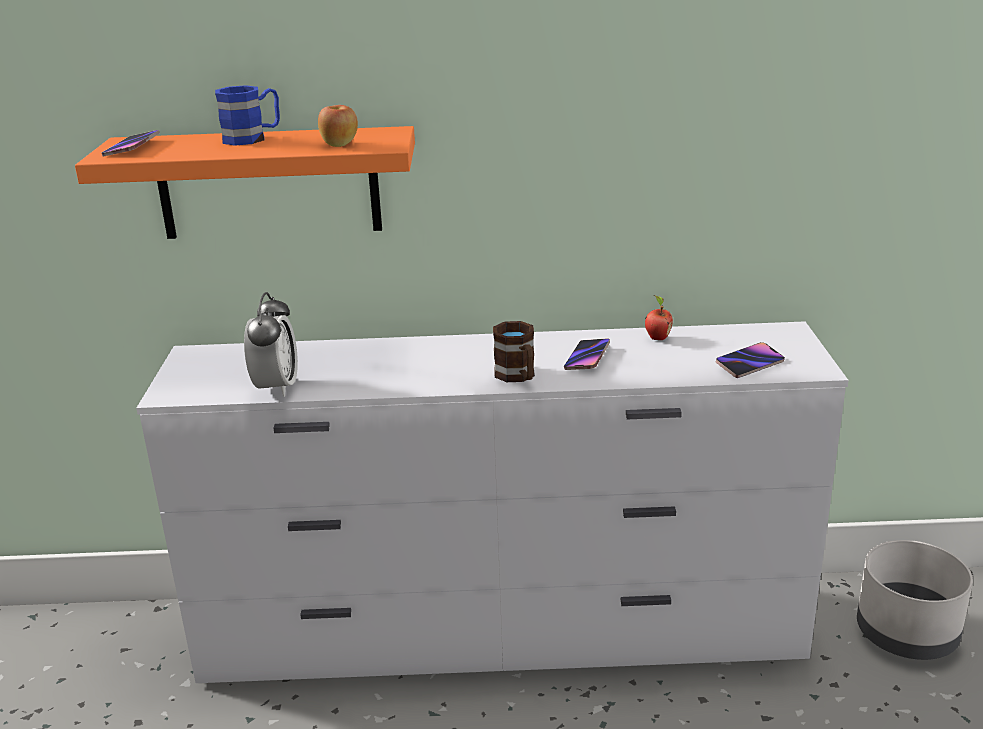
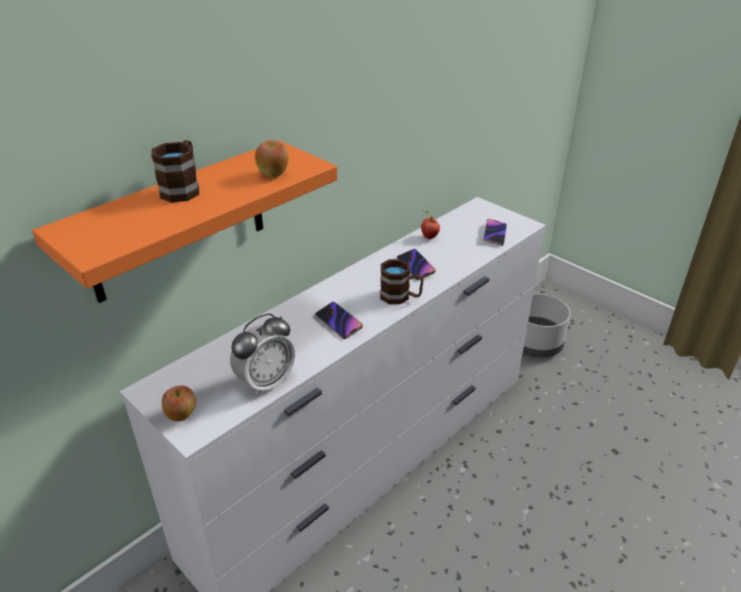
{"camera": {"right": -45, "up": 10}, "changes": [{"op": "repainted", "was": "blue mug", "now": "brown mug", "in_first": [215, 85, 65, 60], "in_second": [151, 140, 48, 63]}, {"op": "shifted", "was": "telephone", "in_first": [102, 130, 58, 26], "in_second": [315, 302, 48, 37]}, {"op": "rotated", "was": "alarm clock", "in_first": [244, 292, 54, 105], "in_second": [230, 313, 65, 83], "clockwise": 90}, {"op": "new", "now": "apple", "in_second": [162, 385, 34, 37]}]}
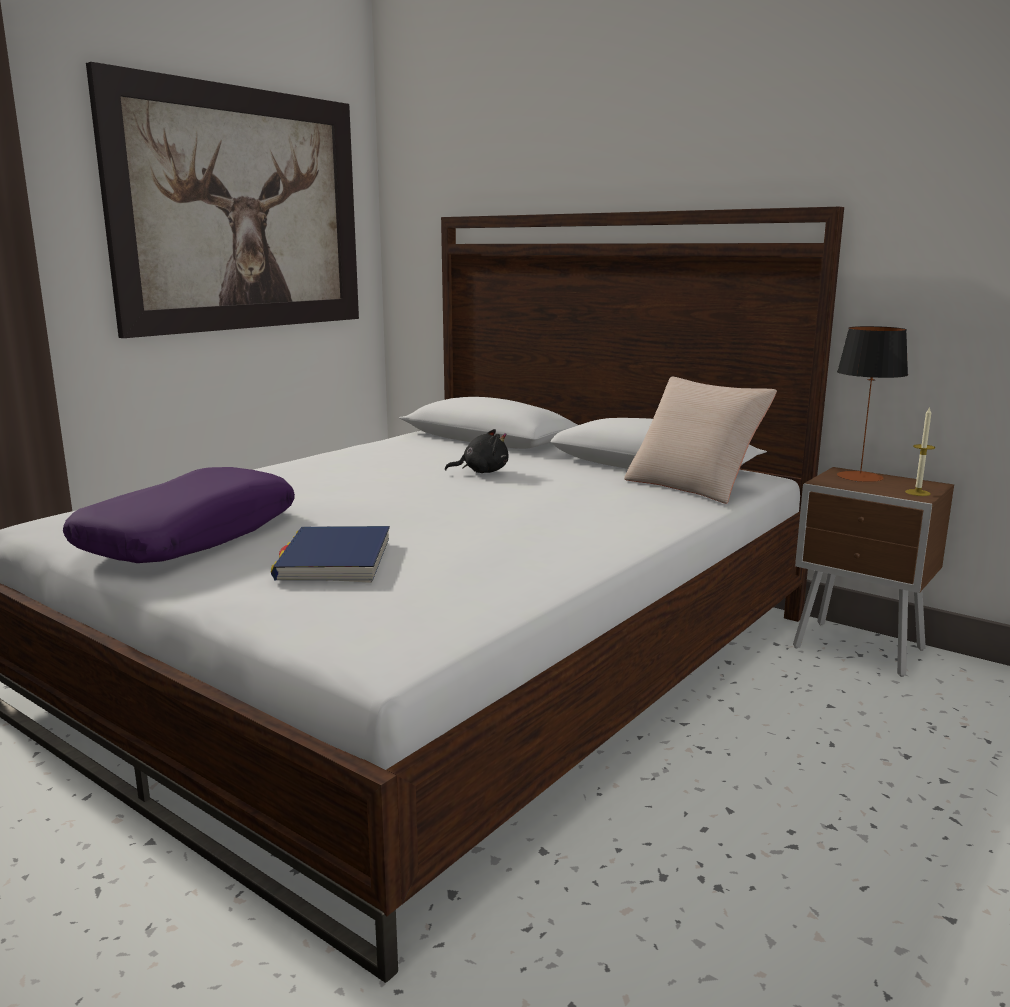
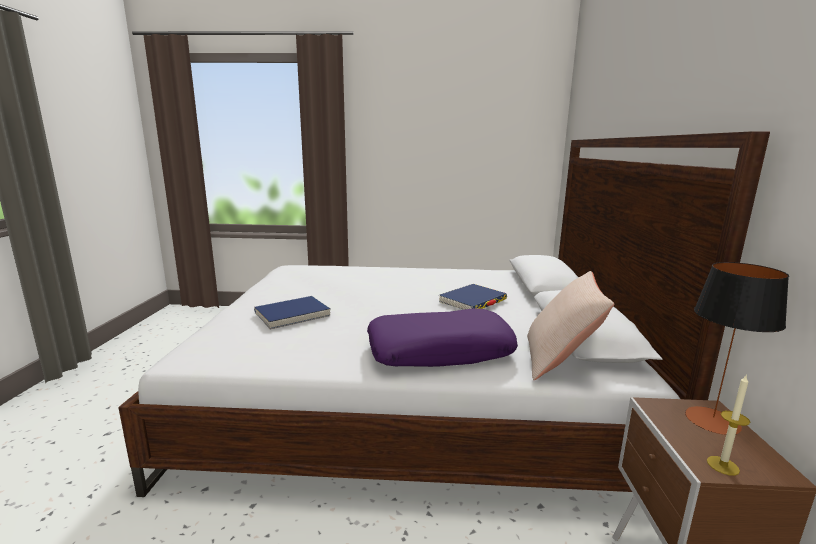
{"camera": {"right": 55, "up": 0}, "changes": [{"op": "gone", "was": "wall picture", "in_first": [86, 62, 273, 276]}, {"op": "swapped", "was": "black-coloured plush toy", "now": "blue book", "in_first": [445, 429, 64, 44], "in_second": [439, 284, 68, 26]}, {"op": "shifted", "was": "purplish pillow", "in_first": [63, 467, 232, 96], "in_second": [367, 308, 151, 59]}]}
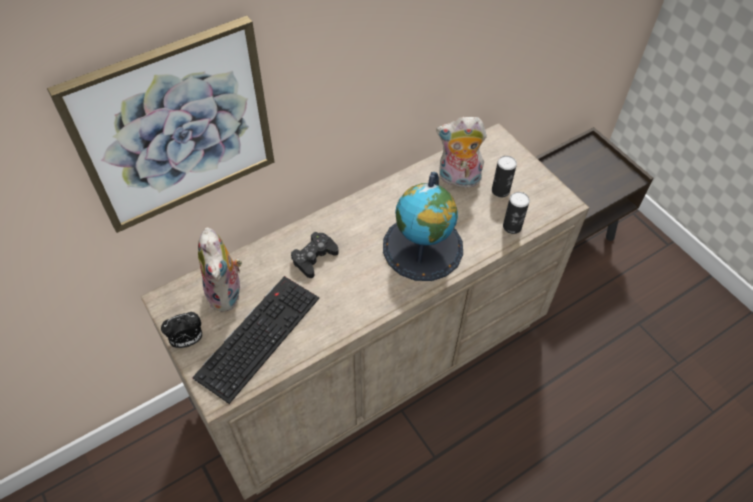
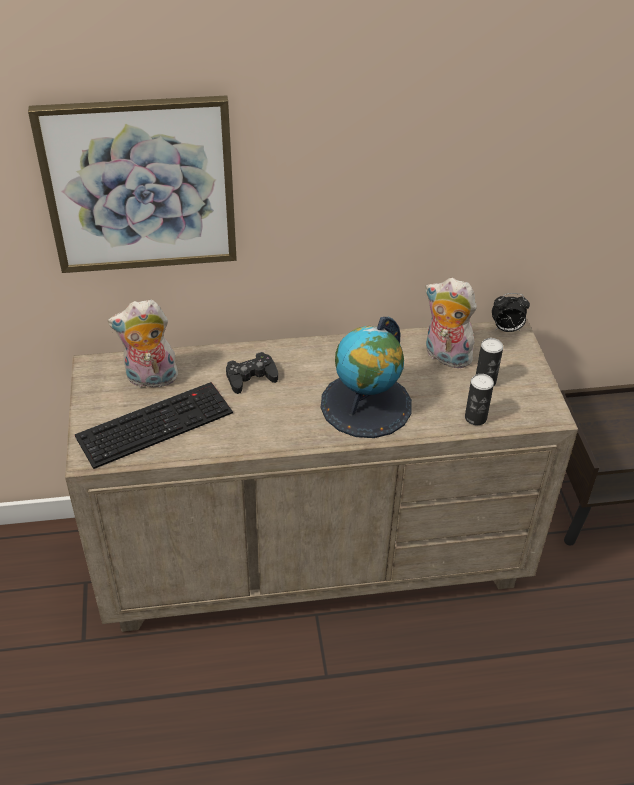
{"camera": {"right": 25, "up": -10}, "changes": [{"op": "rotated", "was": "plush toy", "in_first": [198, 228, 44, 84], "in_second": [108, 300, 70, 87], "clockwise": 75}, {"op": "shifted", "was": "alarm clock", "in_first": [161, 312, 41, 36], "in_second": [492, 293, 38, 39]}]}
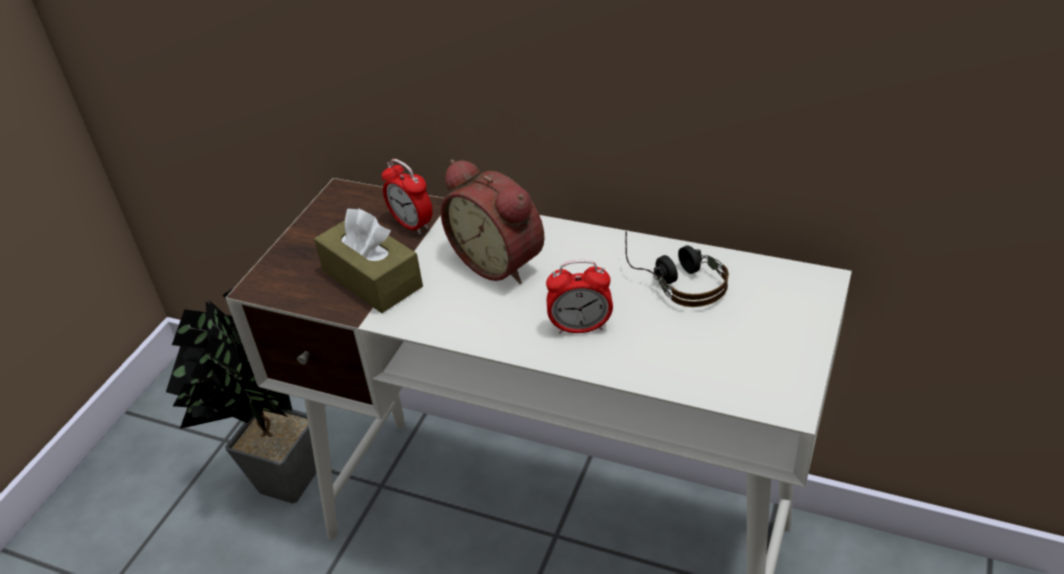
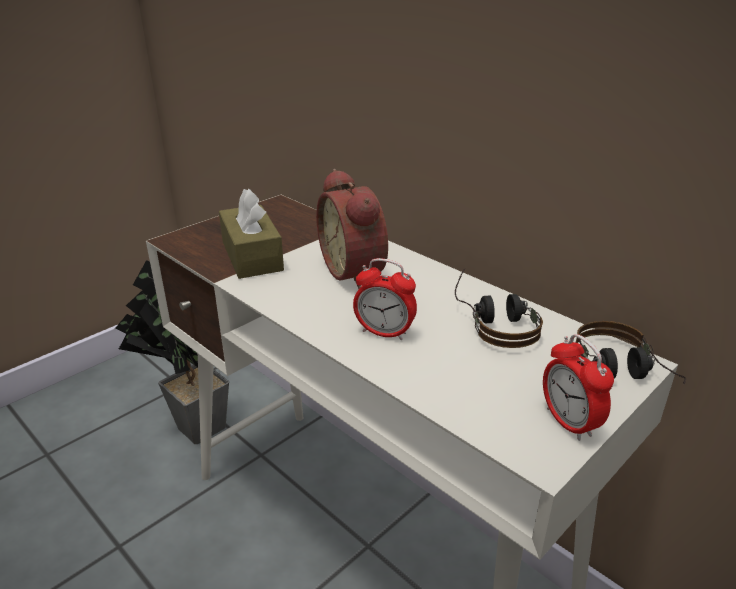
{"camera": {"right": 20, "up": -10}, "changes": [{"op": "shifted", "was": "alarm clock", "in_first": [381, 159, 52, 75], "in_second": [543, 334, 71, 107]}, {"op": "new", "now": "pair of headphones", "in_second": [575, 321, 111, 63]}]}
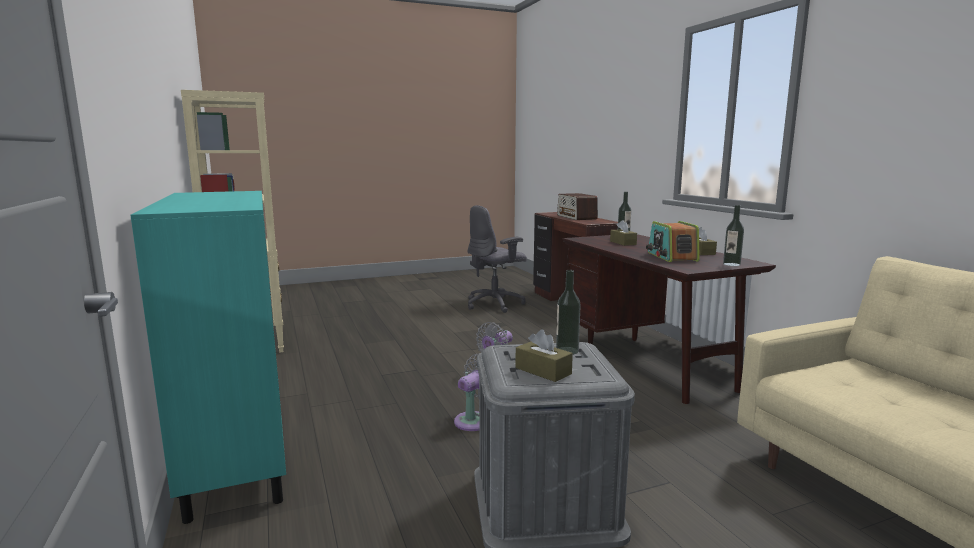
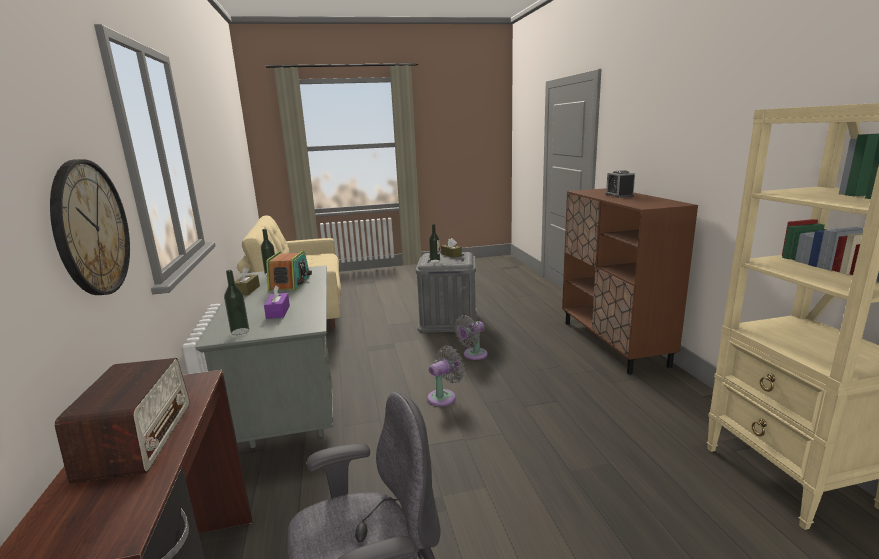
{"camera": {"right": -170, "up": 5}, "changes": [{"op": "repainted", "was": "turquoise cupboard", "now": "brown cupboard", "in_first": [130, 191, 156, 333], "in_second": [562, 188, 136, 186]}, {"op": "repainted", "was": "brown tissue box", "now": "purplish tissue box", "in_first": [610, 220, 27, 26], "in_second": [264, 286, 26, 33]}, {"op": "repainted", "was": "brown desk table", "now": "greyish desk table", "in_first": [563, 234, 213, 170], "in_second": [195, 265, 138, 183]}, {"op": "new", "now": "wall clock", "in_second": [50, 159, 80, 136]}, {"op": "new", "now": "alarm clock", "in_second": [605, 170, 30, 28]}]}
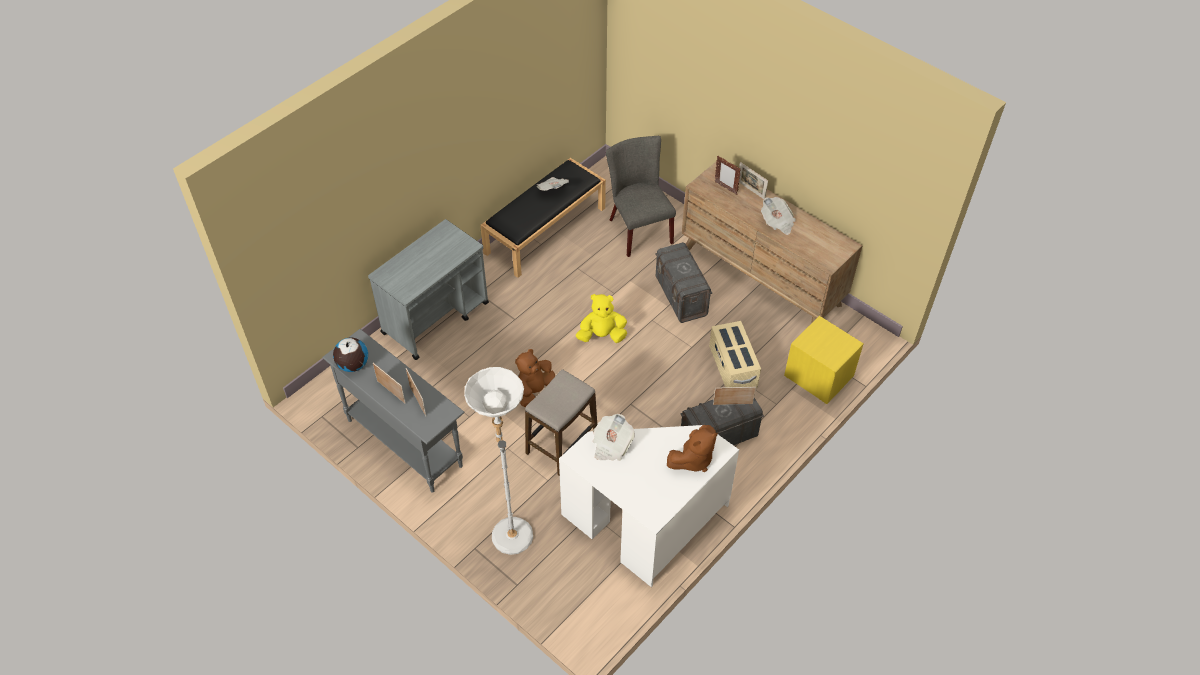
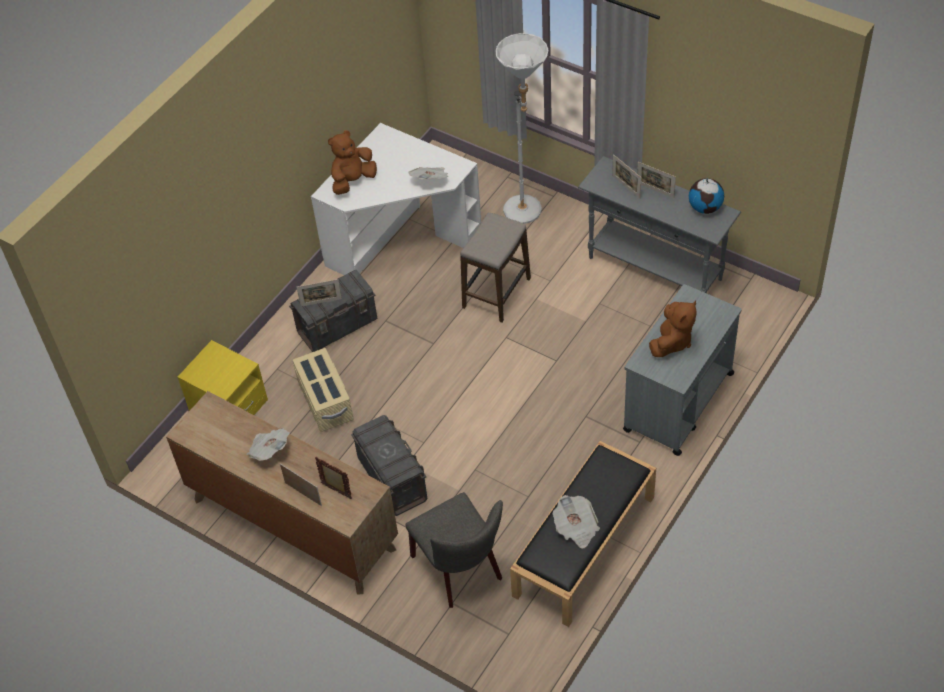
{"camera": {"right": 175, "up": 0}, "changes": [{"op": "gone", "was": "yellow-coloured plush toy", "in_first": [576, 294, 51, 49]}, {"op": "shifted", "was": "brown plush toy", "in_first": [515, 349, 40, 58], "in_second": [649, 300, 48, 57]}]}
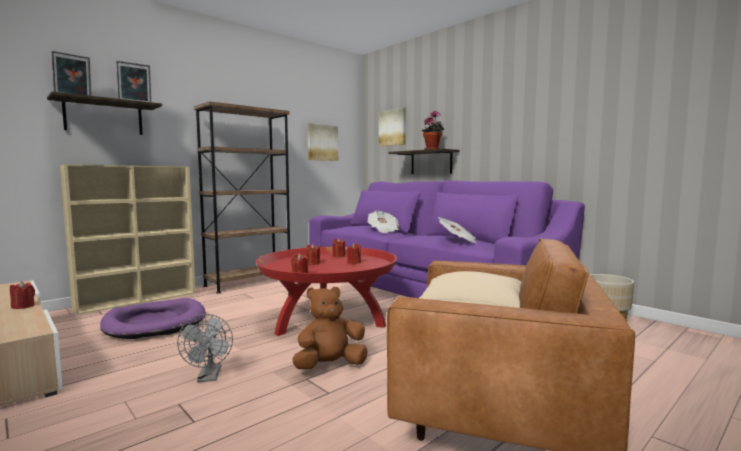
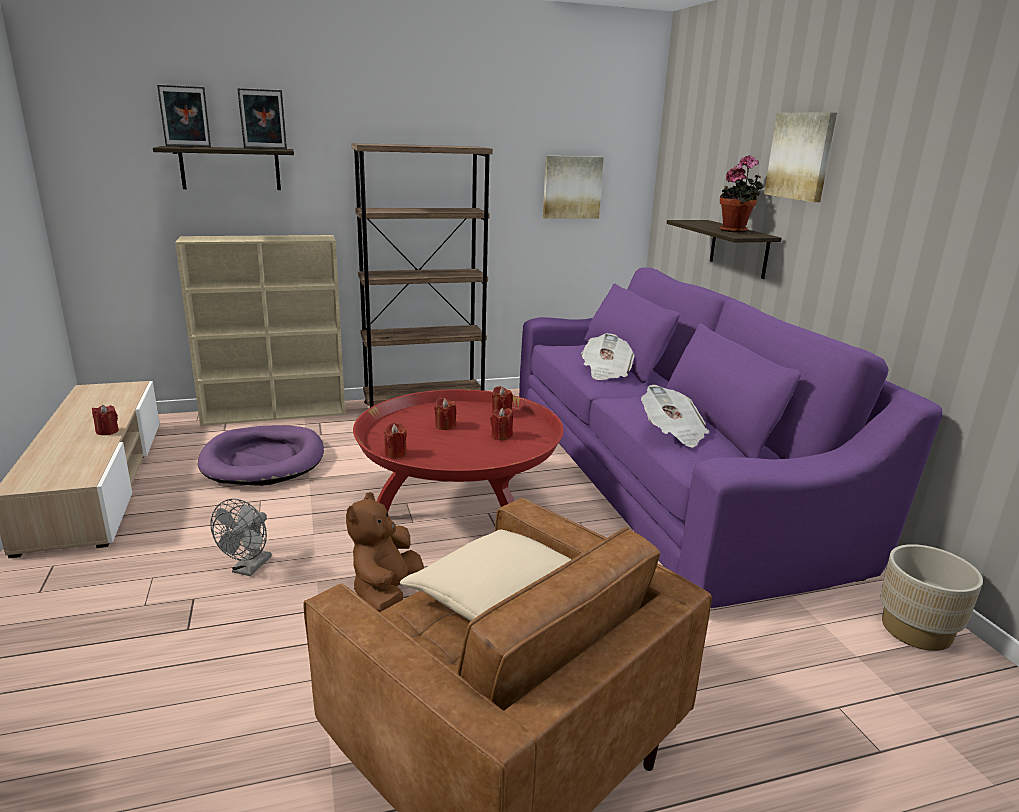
{"camera": {"right": 25, "up": 15}, "changes": [{"op": "shifted", "was": "wall picture", "in_first": [379, 108, 27, 38], "in_second": [764, 112, 73, 90]}, {"op": "rotated", "was": "brown plush toy", "in_first": [292, 286, 76, 83], "in_second": [346, 492, 78, 120], "clockwise": -75}]}
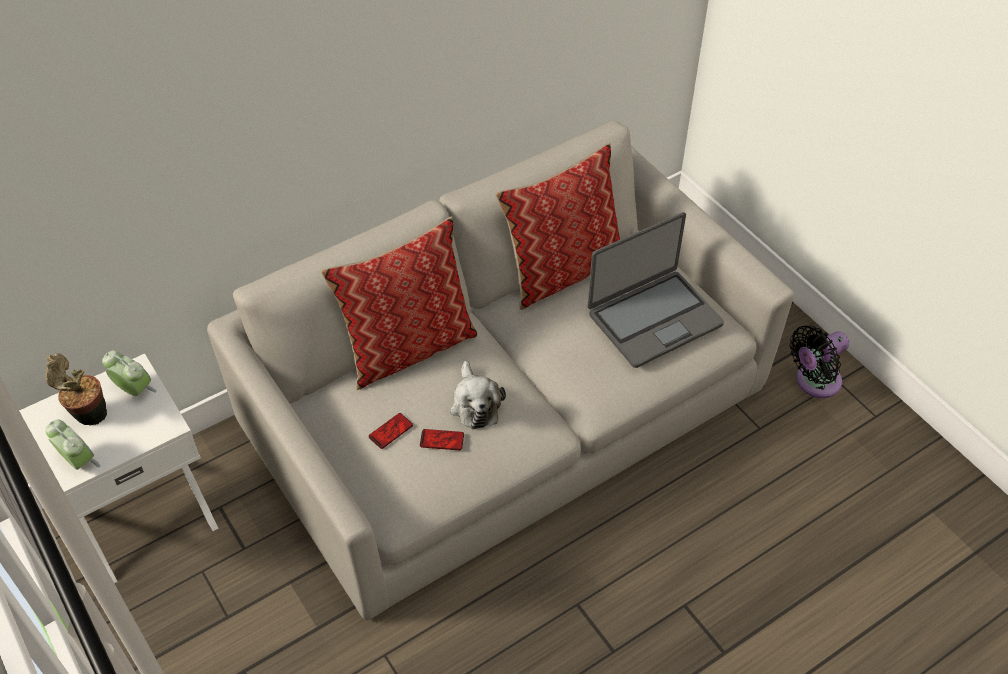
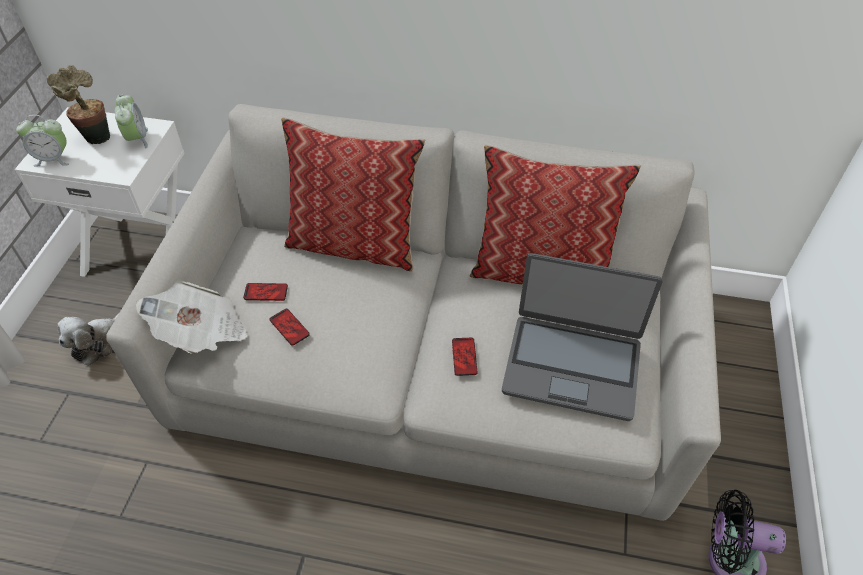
{"camera": {"right": 45, "up": 0}, "changes": [{"op": "shifted", "was": "plush toy", "in_first": [450, 361, 56, 68], "in_second": [57, 312, 63, 54]}, {"op": "rotated", "was": "alarm clock", "in_first": [45, 420, 56, 50], "in_second": [16, 115, 53, 51], "clockwise": 90}, {"op": "new", "now": "newspaper", "in_second": [136, 279, 112, 75]}, {"op": "new", "now": "telephone", "in_second": [452, 338, 26, 38]}]}
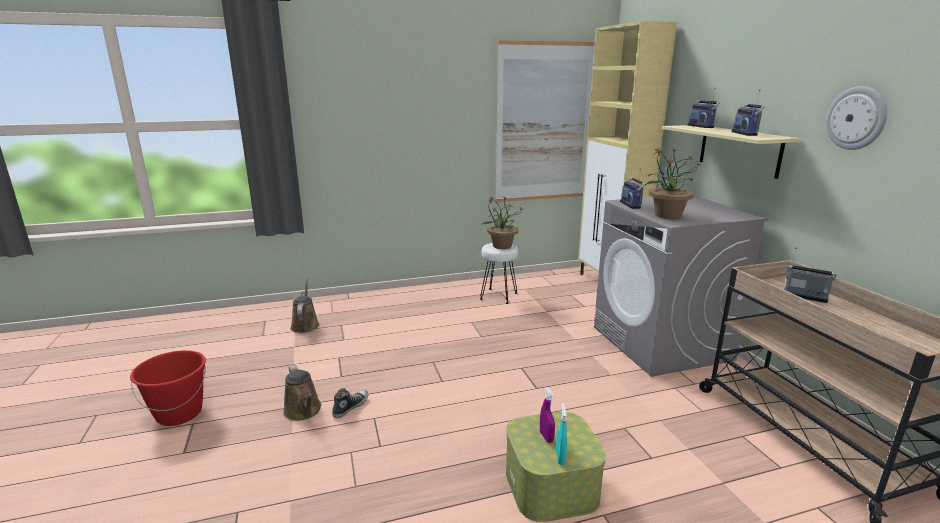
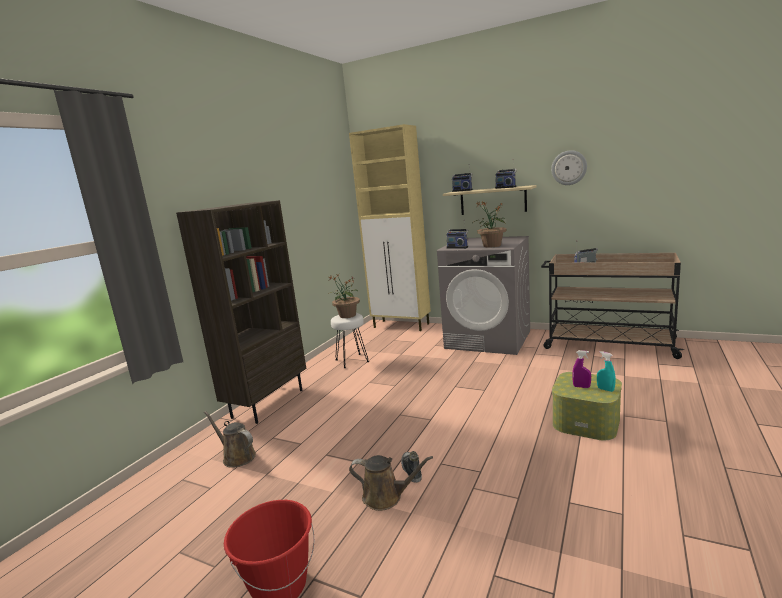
{"camera": {"right": -45, "up": -5}, "changes": [{"op": "gone", "was": "wall picture", "in_first": [495, 40, 100, 162]}, {"op": "new", "now": "brown bookcase", "in_second": [176, 200, 130, 224]}]}
